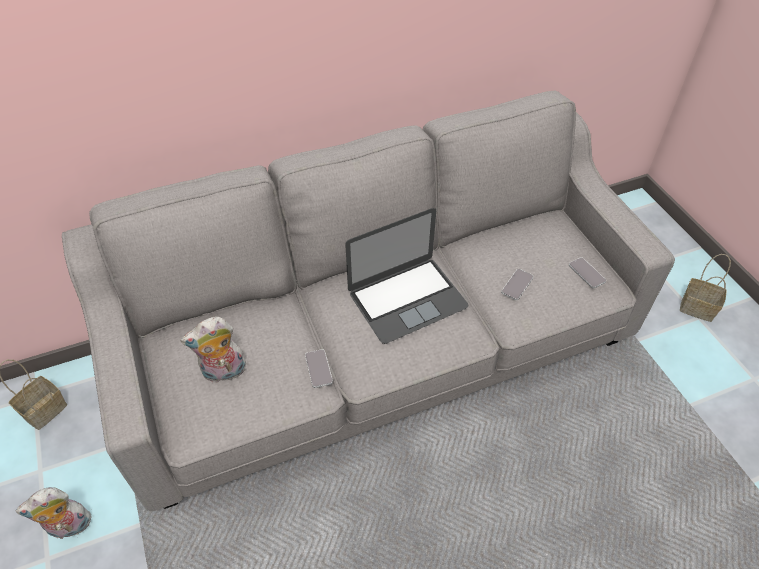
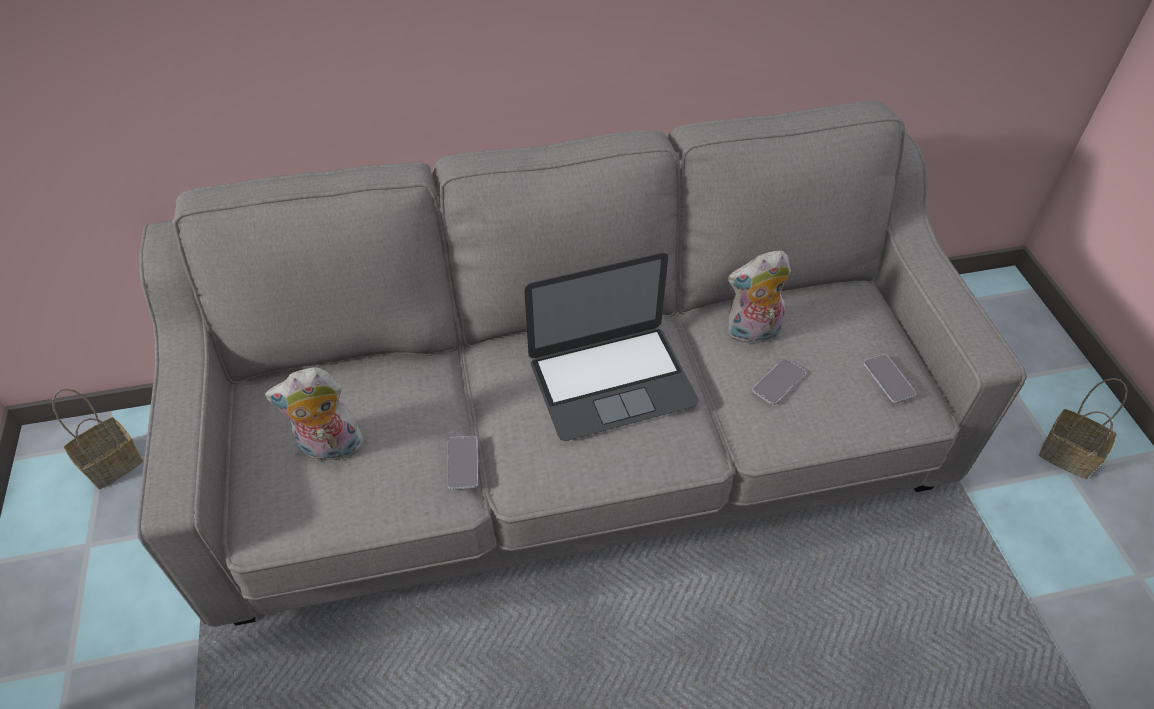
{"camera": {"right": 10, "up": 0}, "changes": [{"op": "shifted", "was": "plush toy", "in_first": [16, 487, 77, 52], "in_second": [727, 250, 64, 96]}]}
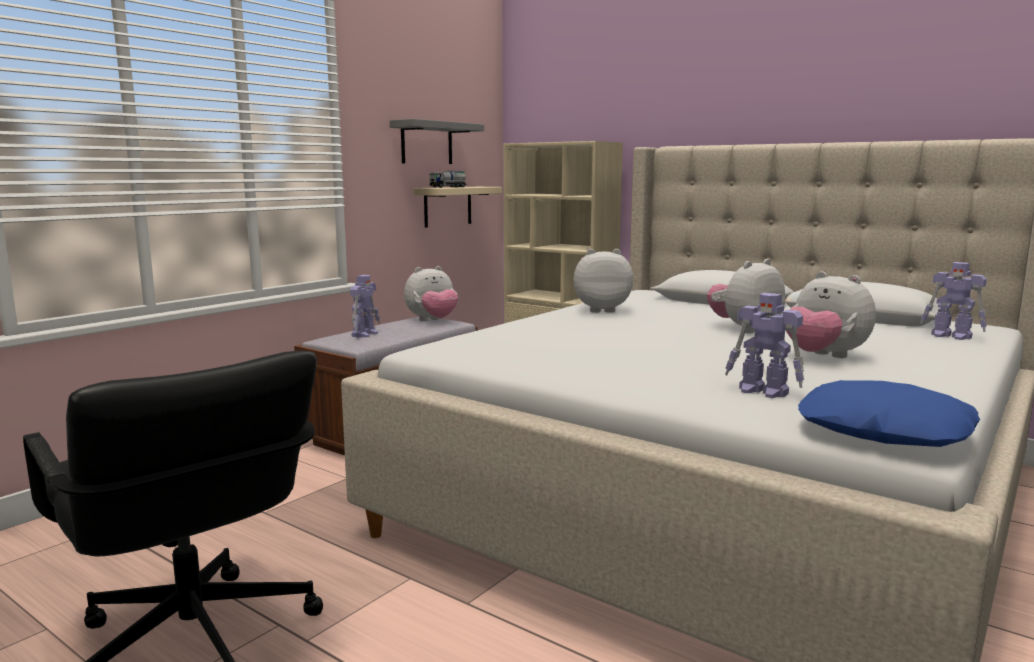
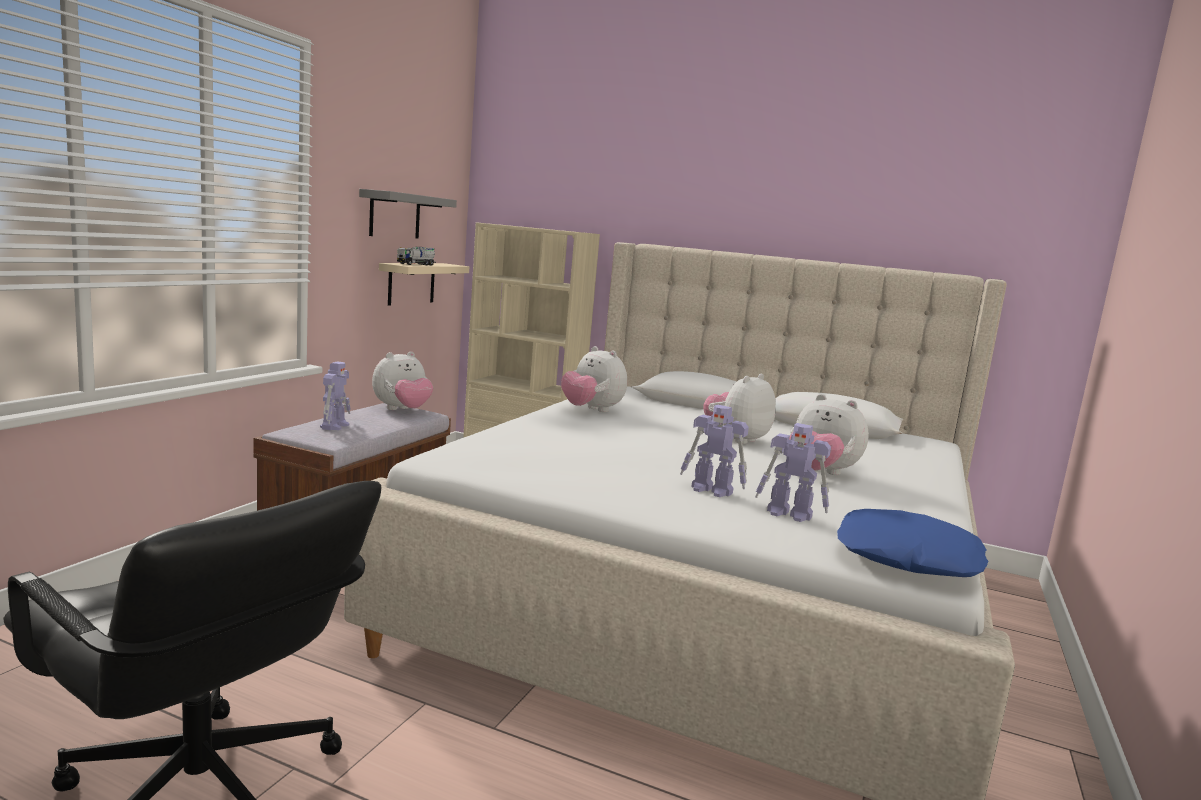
{"camera": {"right": -15, "up": 0}, "changes": [{"op": "rotated", "was": "plush toy", "in_first": [574, 249, 59, 64], "in_second": [561, 346, 66, 66], "clockwise": -120}, {"op": "shifted", "was": "robot figure", "in_first": [920, 262, 67, 78], "in_second": [680, 405, 69, 92]}]}
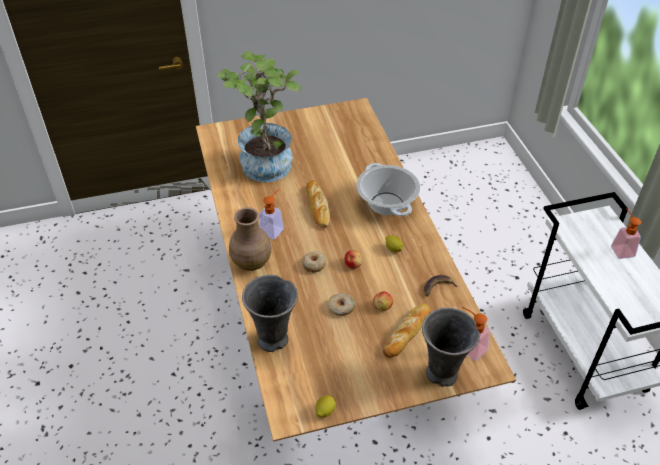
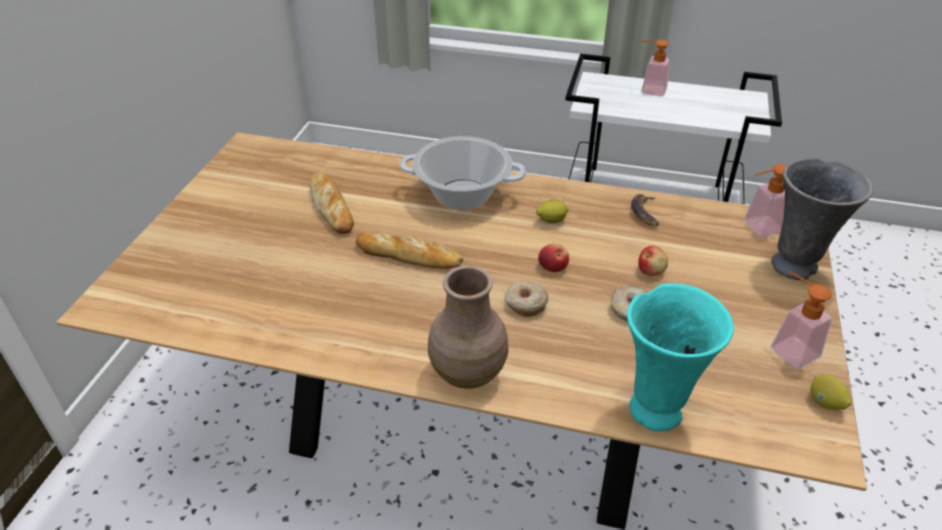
{"camera": {"right": -60, "up": -5}, "changes": [{"op": "gone", "was": "potted plant", "in_first": [218, 51, 83, 131]}, {"op": "shifted", "was": "soap dispenser", "in_first": [259, 189, 25, 51], "in_second": [771, 271, 61, 98]}, {"op": "repainted", "was": "greyish decorative vase", "now": "turquoise decorative vase", "in_first": [242, 275, 56, 77], "in_second": [627, 283, 107, 148]}, {"op": "shifted", "was": "bakery bread", "in_first": [383, 304, 47, 54], "in_second": [310, 173, 44, 61]}]}
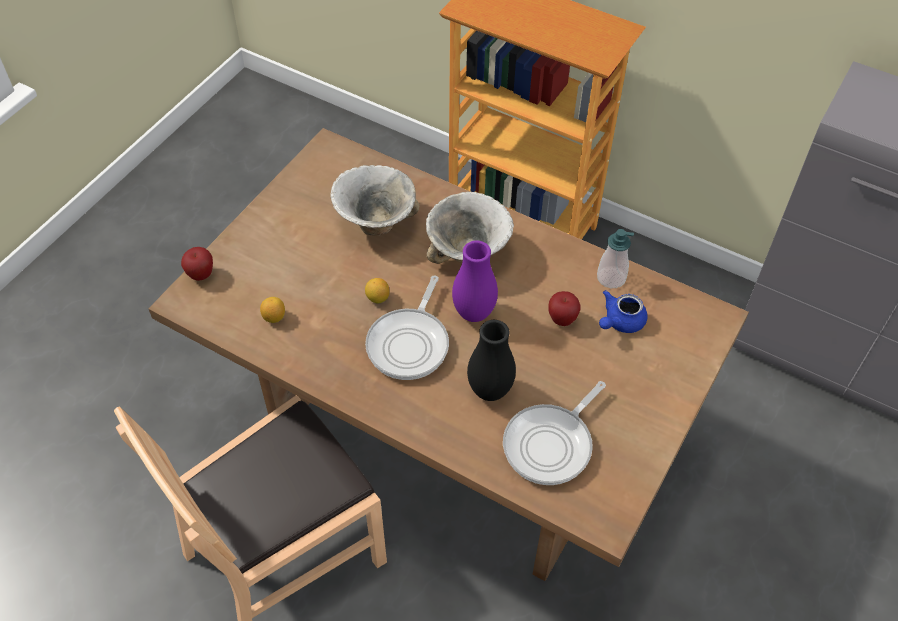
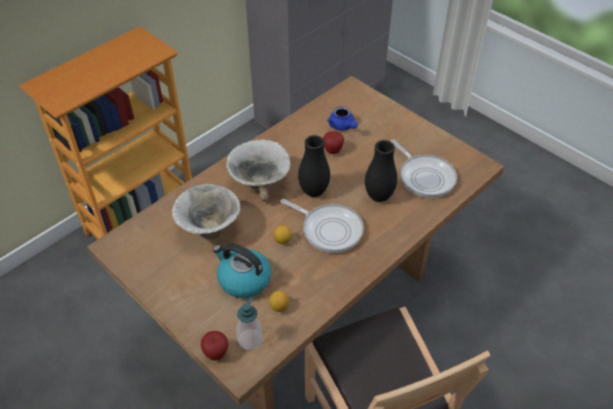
{"camera": {"right": -75, "up": -5}, "changes": [{"op": "shifted", "was": "soap dispenser", "in_first": [597, 229, 37, 59], "in_second": [237, 298, 26, 52]}, {"op": "repainted", "was": "purplish decorative vase", "now": "black-coloured decorative vase", "in_first": [452, 241, 46, 81], "in_second": [298, 135, 32, 62]}, {"op": "new", "now": "kettle", "in_second": [213, 244, 58, 54]}]}
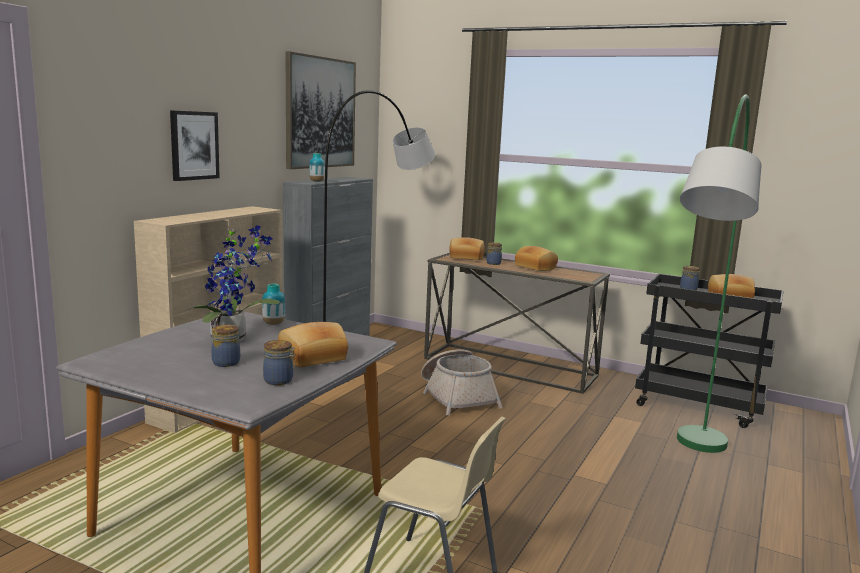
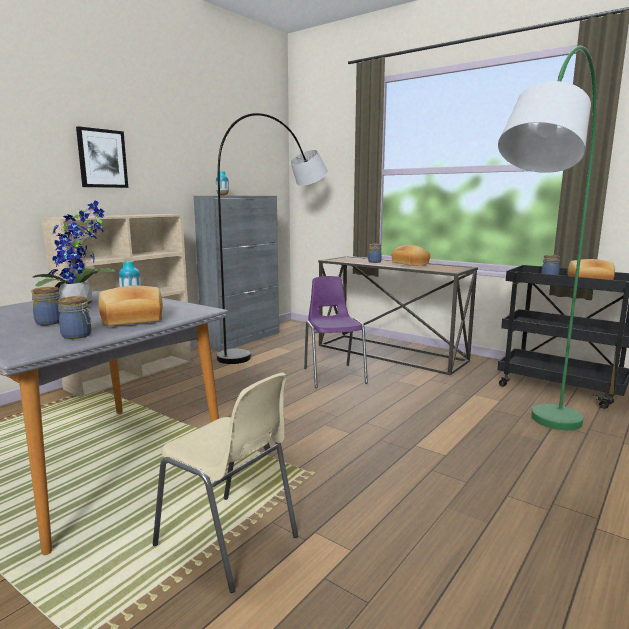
{"camera": {"right": 10, "up": 0}, "changes": [{"op": "gone", "was": "wall picture", "in_first": [286, 52, 70, 117]}, {"op": "gone", "was": "bakery bread", "in_first": [449, 237, 35, 23]}, {"op": "swapped", "was": "household basket", "now": "purplish plain chair", "in_first": [421, 349, 81, 67], "in_second": [304, 276, 64, 112]}]}
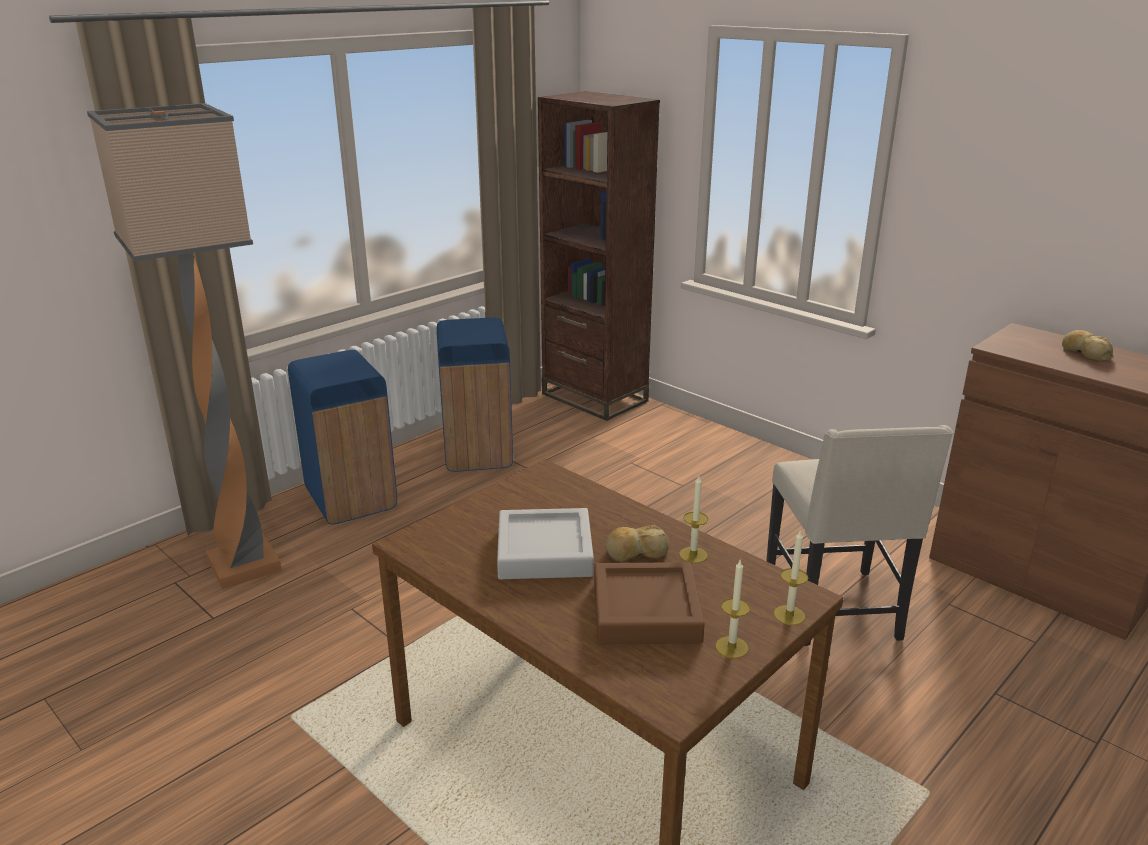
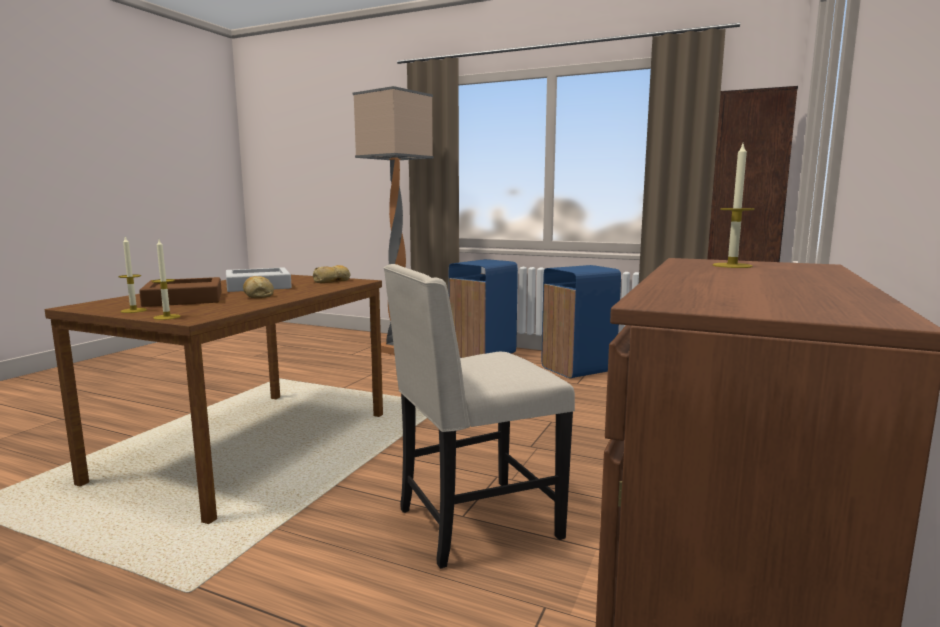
{"camera": {"right": 70, "up": -15}, "changes": [{"op": "shifted", "was": "bakery bread", "in_first": [1062, 330, 51, 32], "in_second": [313, 265, 38, 18]}, {"op": "shifted", "was": "wax light", "in_first": [679, 476, 29, 87], "in_second": [713, 144, 42, 124]}]}
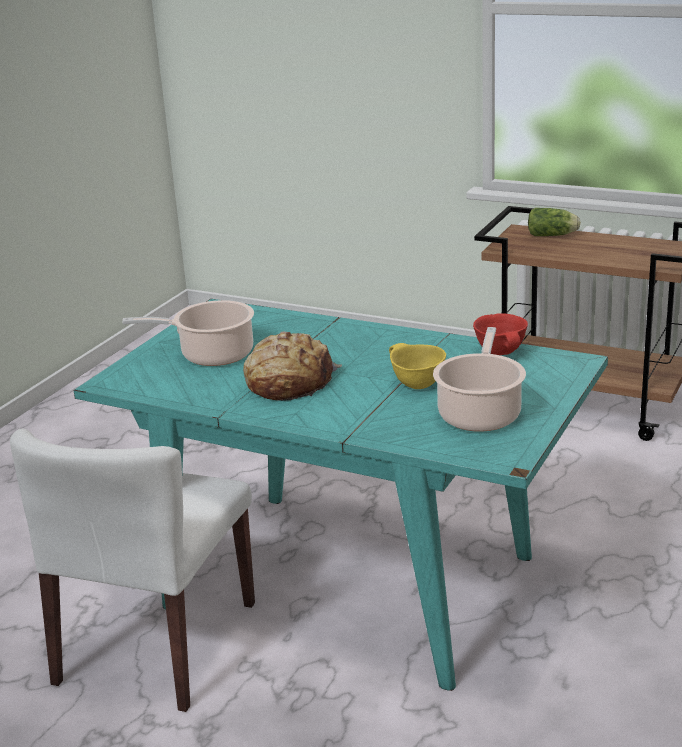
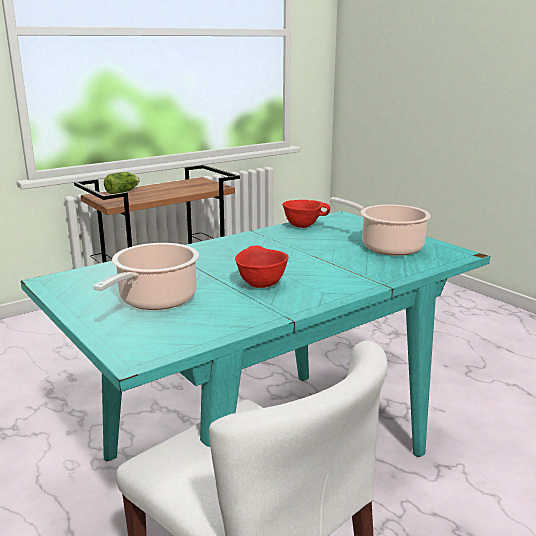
{"camera": {"right": -65, "up": -5}, "changes": [{"op": "swapped", "was": "bakery bread", "now": "red deep dish", "in_first": [243, 332, 99, 69], "in_second": [235, 246, 54, 42]}, {"op": "gone", "was": "yellow-coloured deep dish", "in_first": [389, 343, 57, 46]}]}
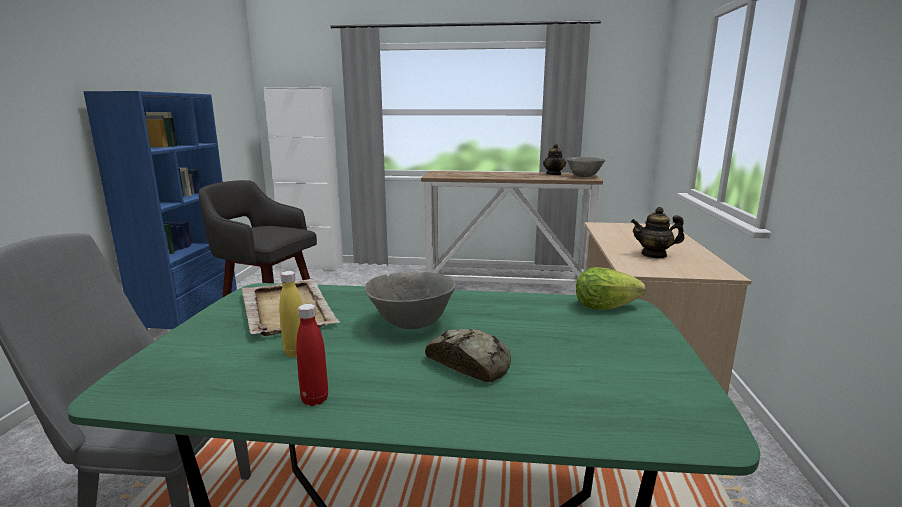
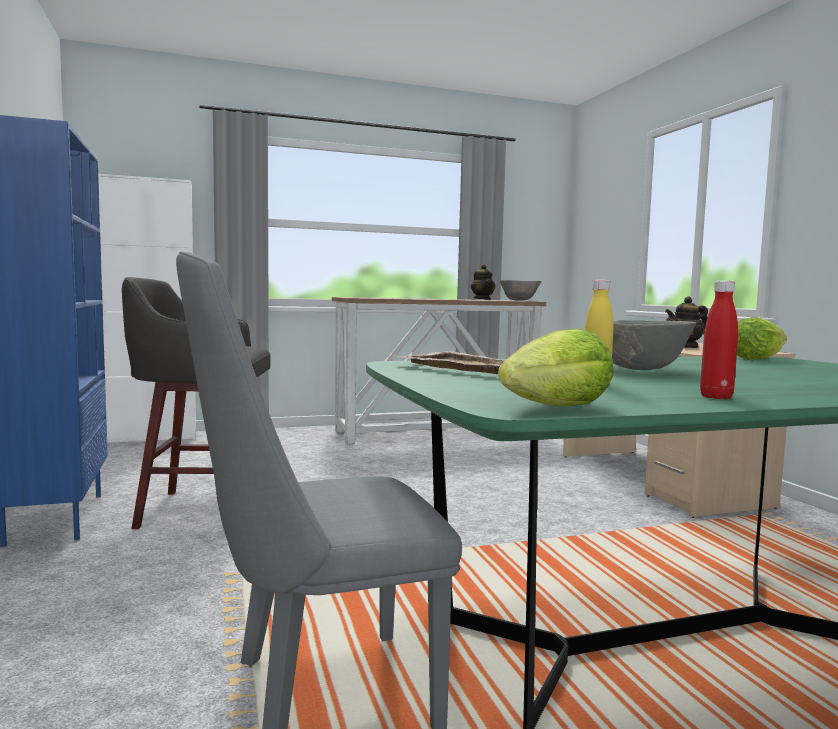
{"camera": {"right": -25, "up": -10}, "changes": [{"op": "gone", "was": "bakery bread", "in_first": [425, 329, 86, 54]}, {"op": "new", "now": "head of lettuce", "in_second": [498, 329, 116, 78]}]}
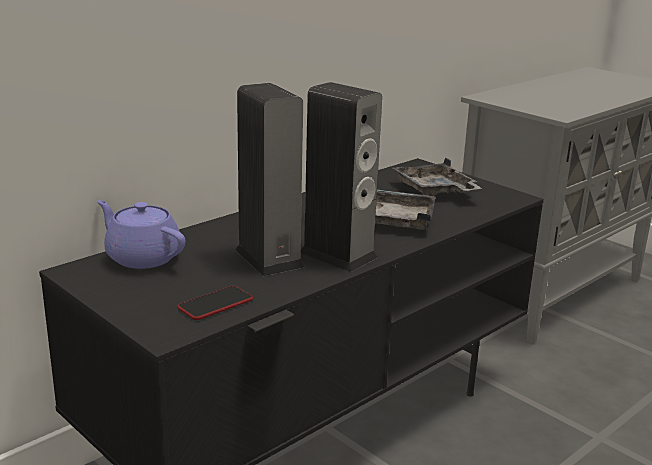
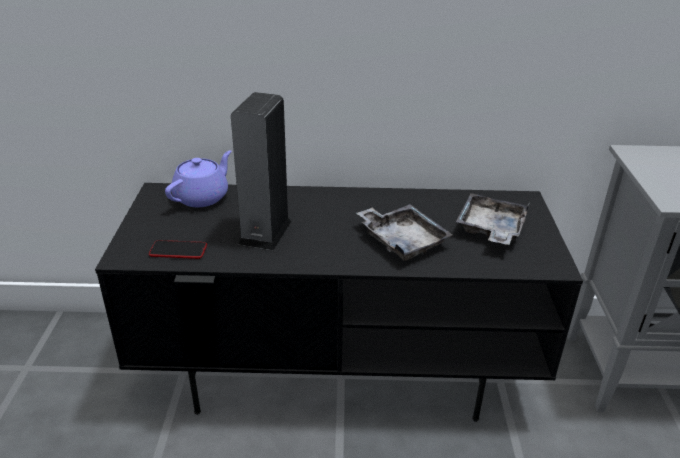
{"camera": {"right": 45, "up": 10}, "changes": [{"op": "gone", "was": "loudspeaker", "in_first": [300, 82, 82, 190]}, {"op": "rotated", "was": "purplish teapot", "in_first": [97, 200, 88, 69], "in_second": [165, 150, 67, 57], "clockwise": 45}]}
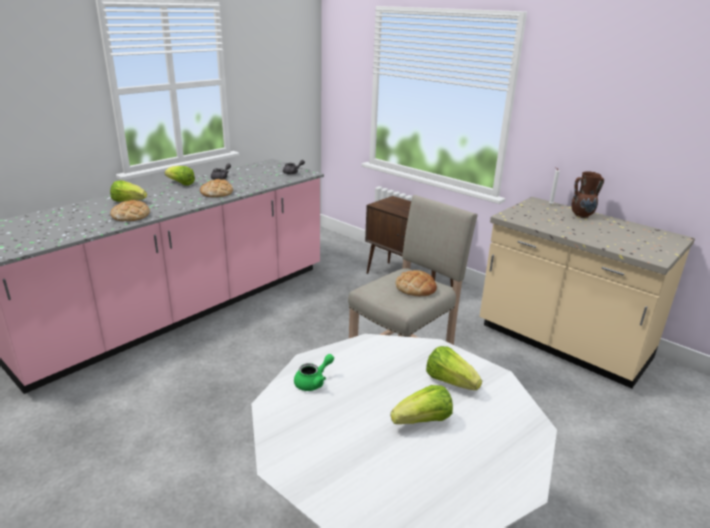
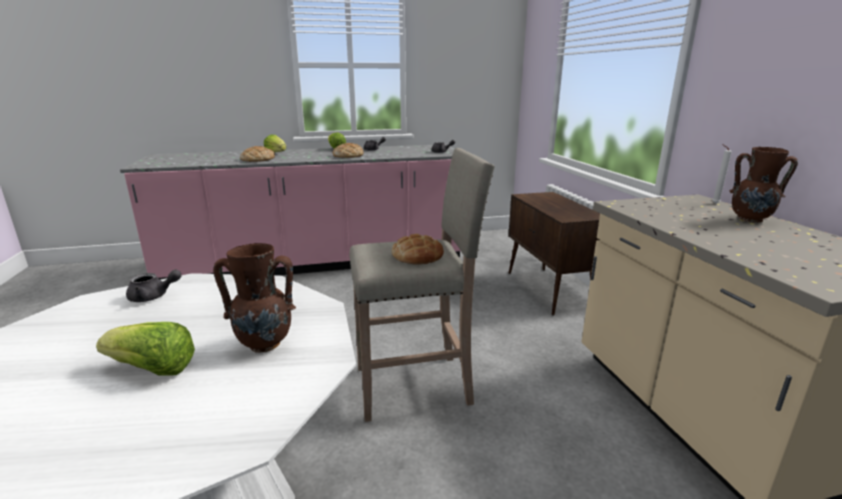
{"camera": {"right": 35, "up": -5}, "changes": [{"op": "swapped", "was": "head of lettuce", "now": "brown decorative vase", "in_first": [426, 346, 56, 44], "in_second": [213, 243, 83, 110]}, {"op": "repainted", "was": "greenish teapot", "now": "greyish teapot", "in_first": [294, 354, 40, 37], "in_second": [126, 270, 56, 32]}]}
